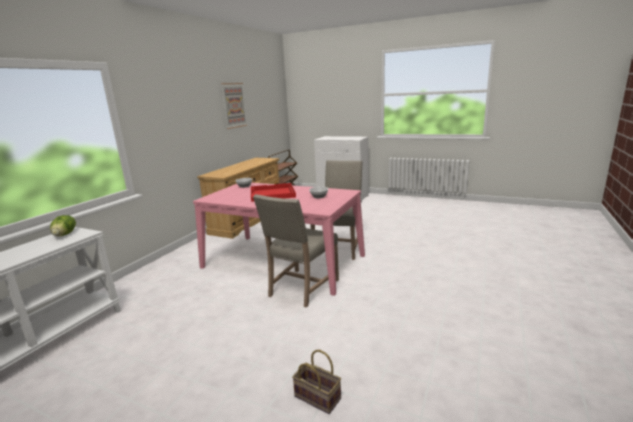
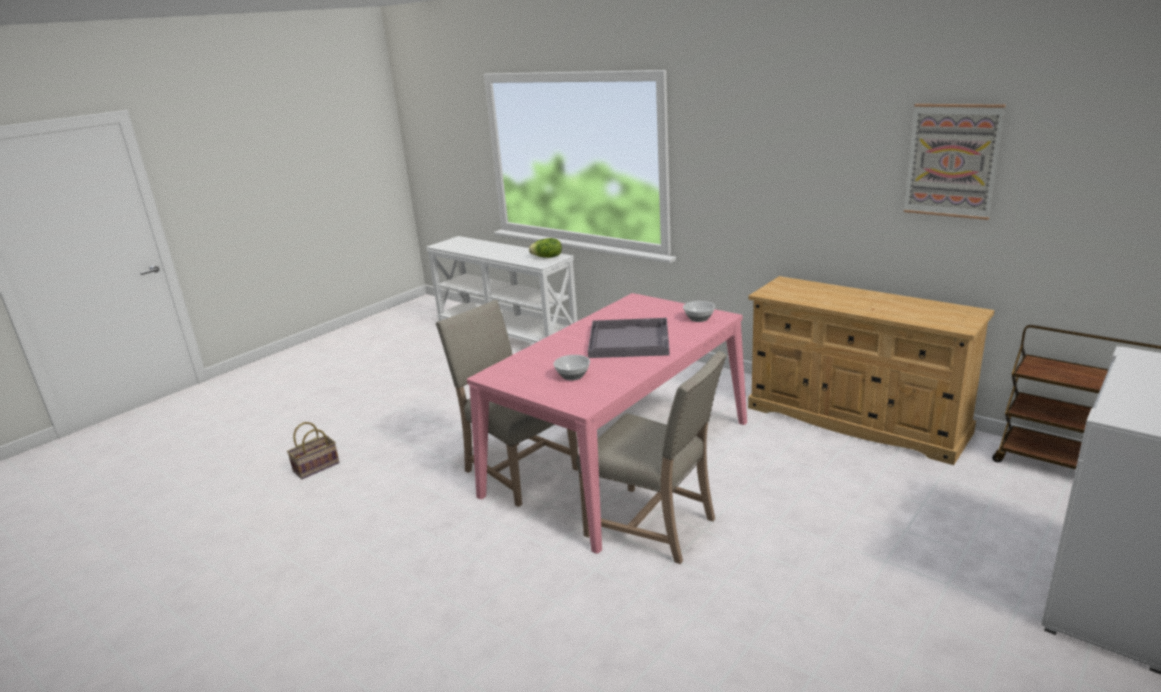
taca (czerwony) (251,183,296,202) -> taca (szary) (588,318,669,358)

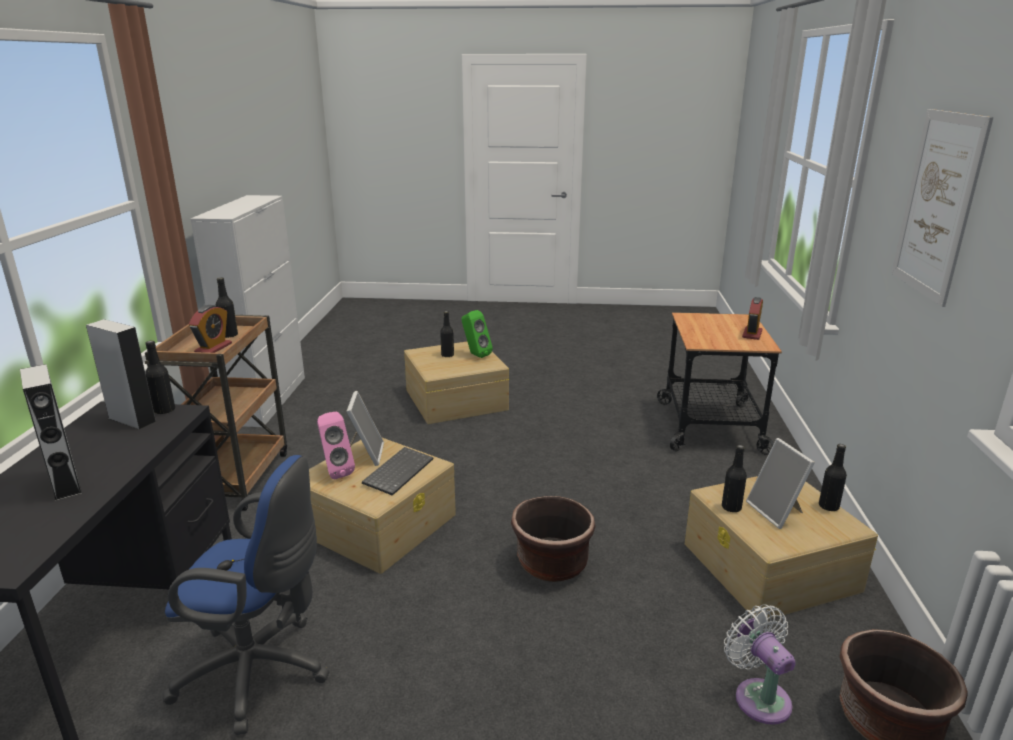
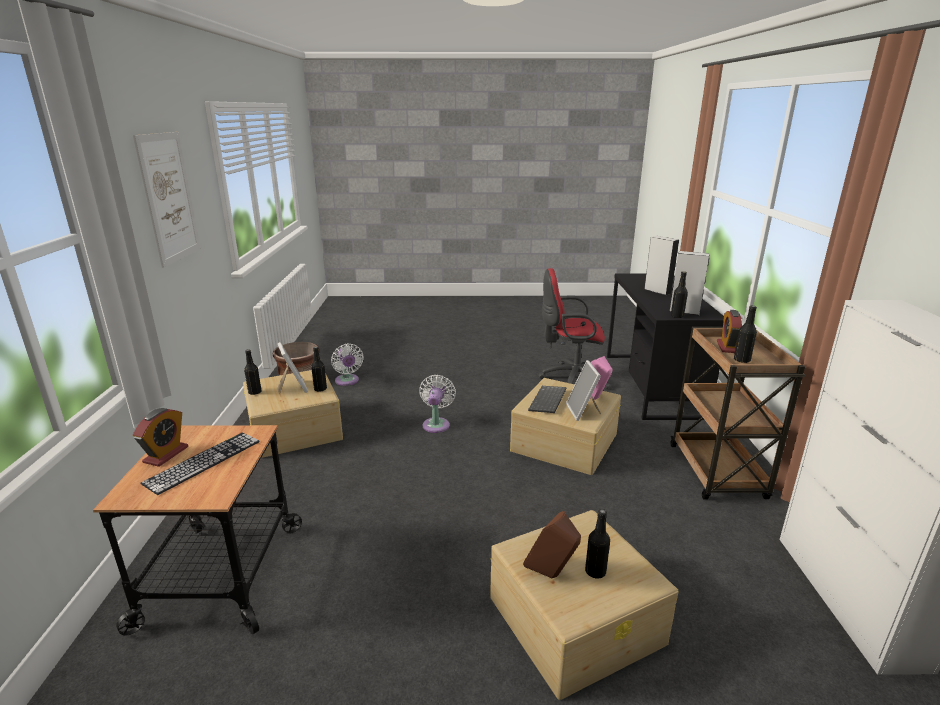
głośnik (zielony) (461,310,493,358) -> głośnik (brązowy) (523,511,581,578)
krzesło biurowe (niebieski) (163,455,330,735) -> krzesło biurowe (czerwony) (539,268,610,389)
donica (brązowy) (511,496,595,582) -> wentylator (biały) (419,375,456,433)
none -> klawiatura (140,433,260,495)

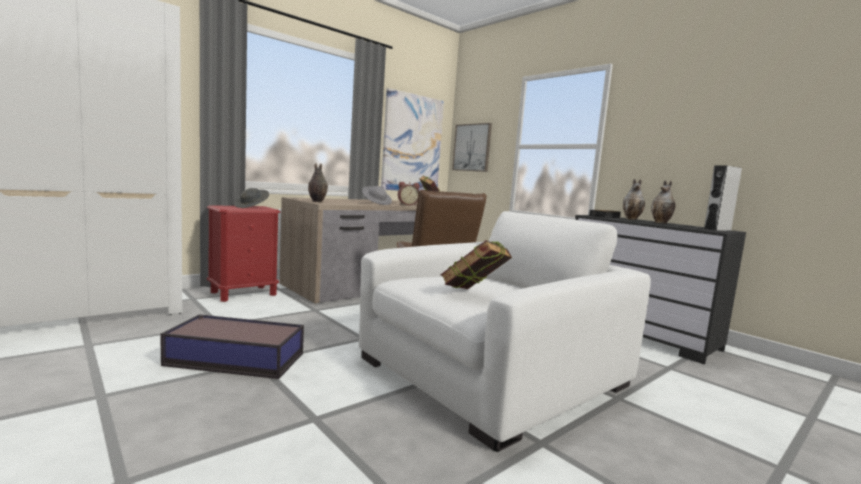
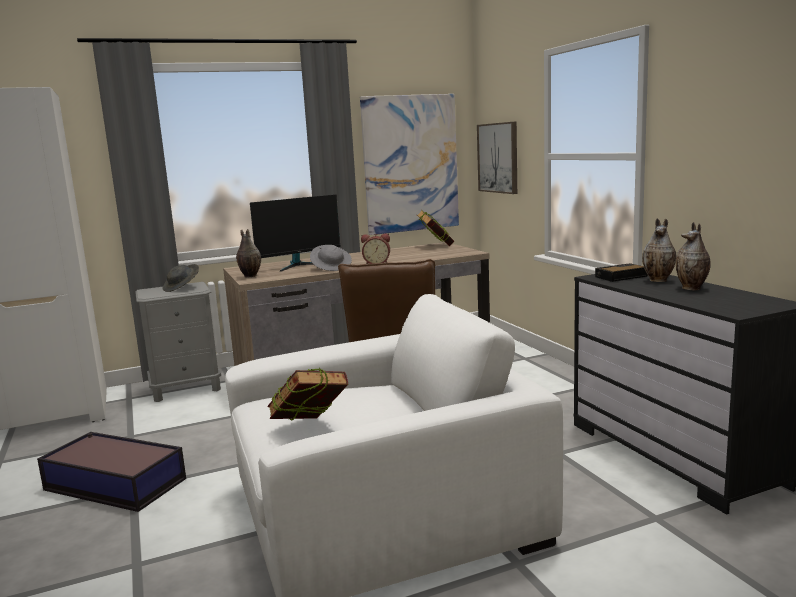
głośnik (szary) (704,165,742,231) -> none
szafka nocna (czerwony) (207,205,280,302) -> szafka nocna (szary) (135,282,221,402)
none -> monitor (250,194,341,272)

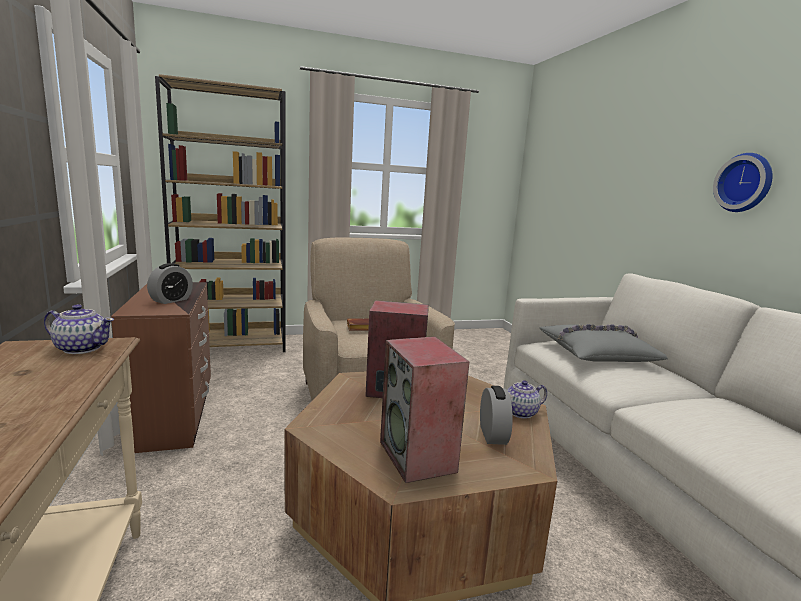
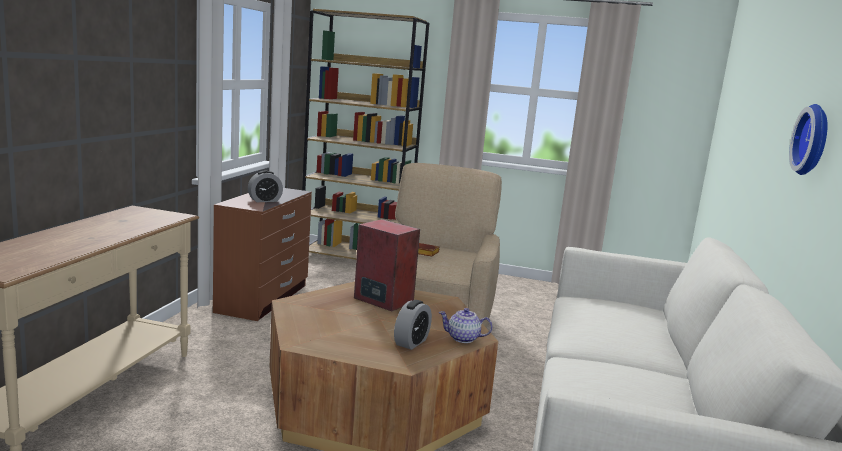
imbryk (44,304,114,354) -> none
poduszka (szary) (539,324,668,362) -> none
głośnik (380,336,469,483) -> none

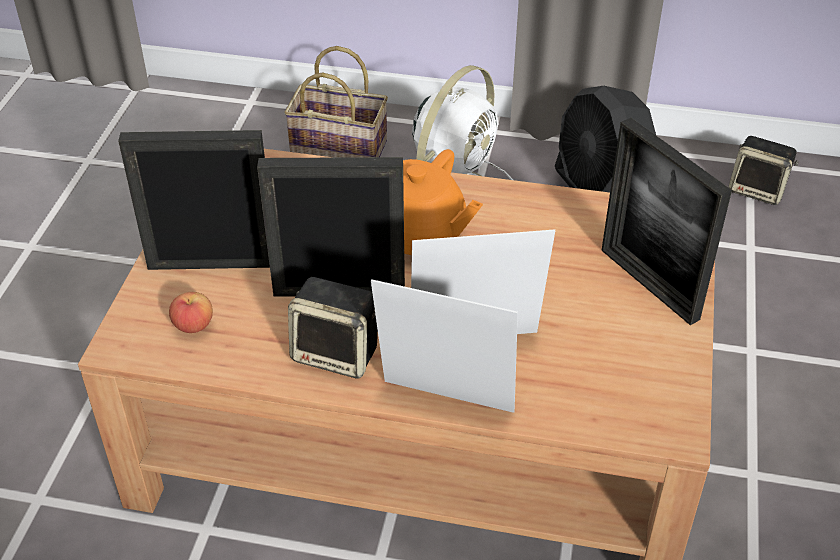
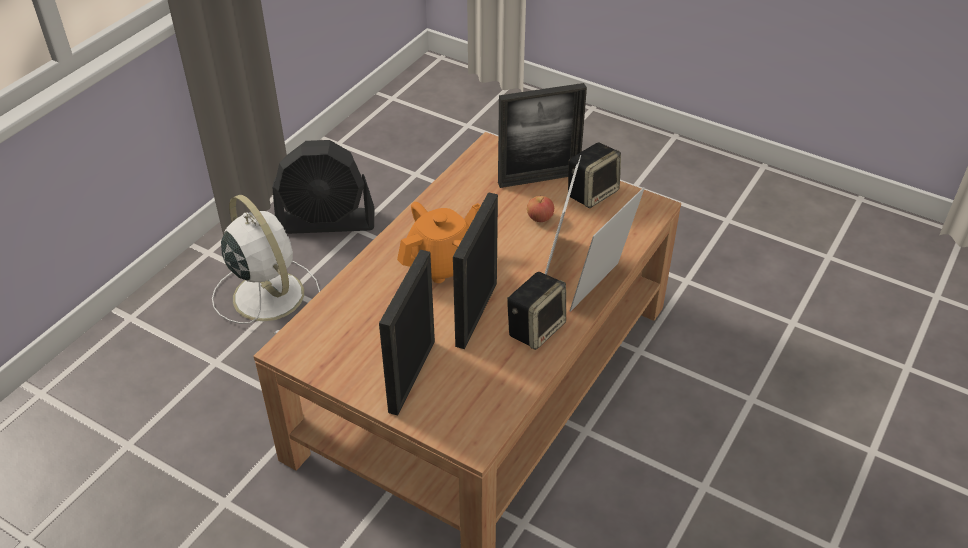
koszyk (284,46,388,158) -> none
głośnik (729,136,799,205) -> głośnik (568,142,621,208), moved
jabłko (169,292,213,333) -> jabłko (527,196,554,222), moved

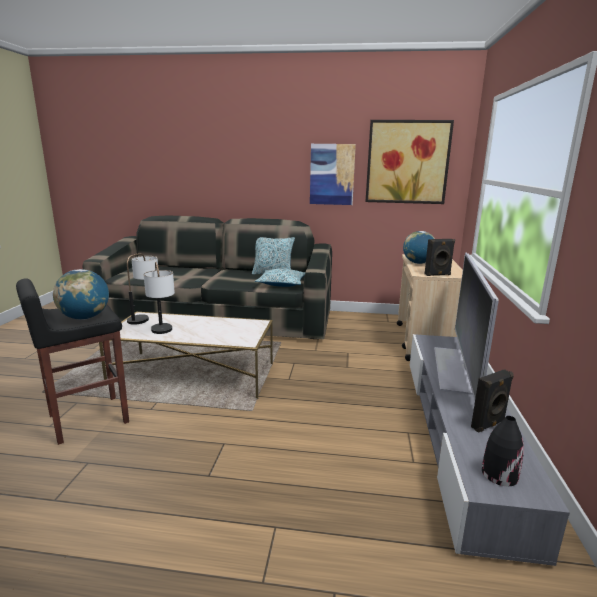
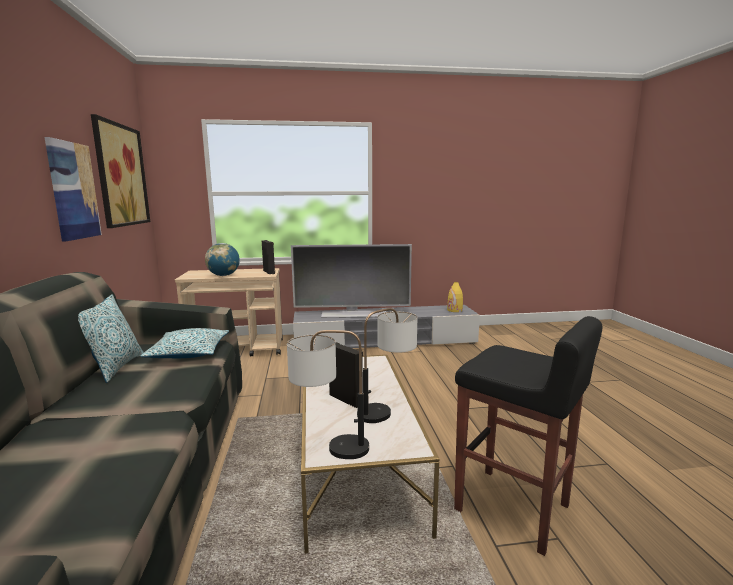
globus (53,269,109,320) -> none
głośnik (czarny) (471,369,514,433) -> głośnik (czarny) (329,342,363,408), moved
wazon (czarny) (482,416,524,486) -> wazon (żółty) (447,282,463,312)

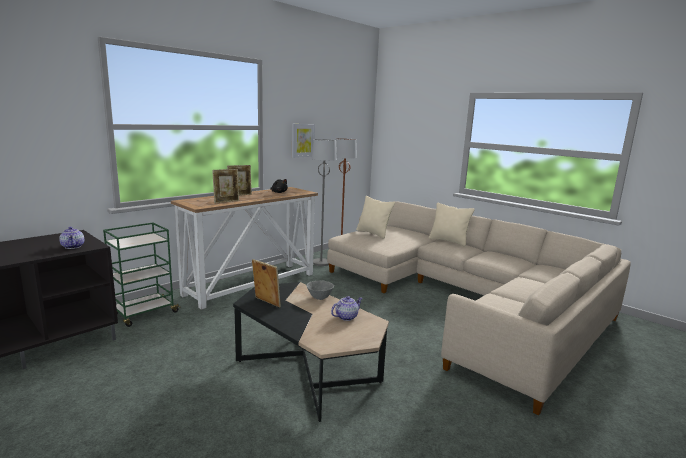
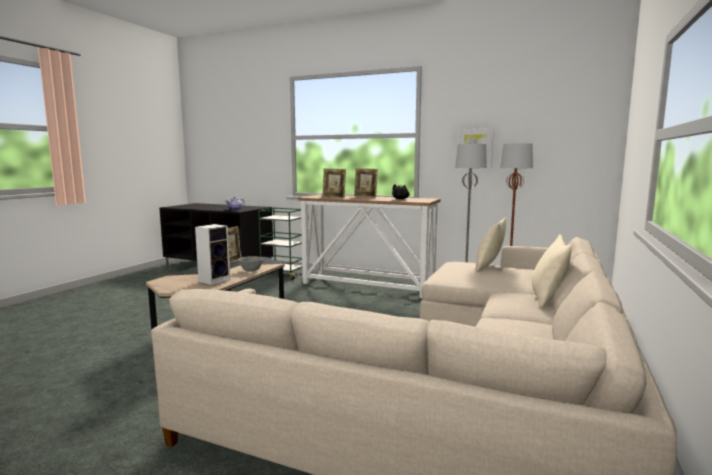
imbryk (331,296,363,321) -> głośnik (195,224,230,285)

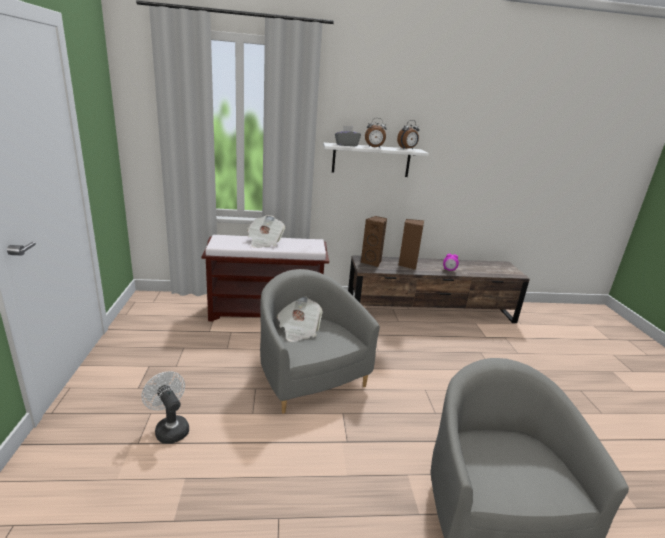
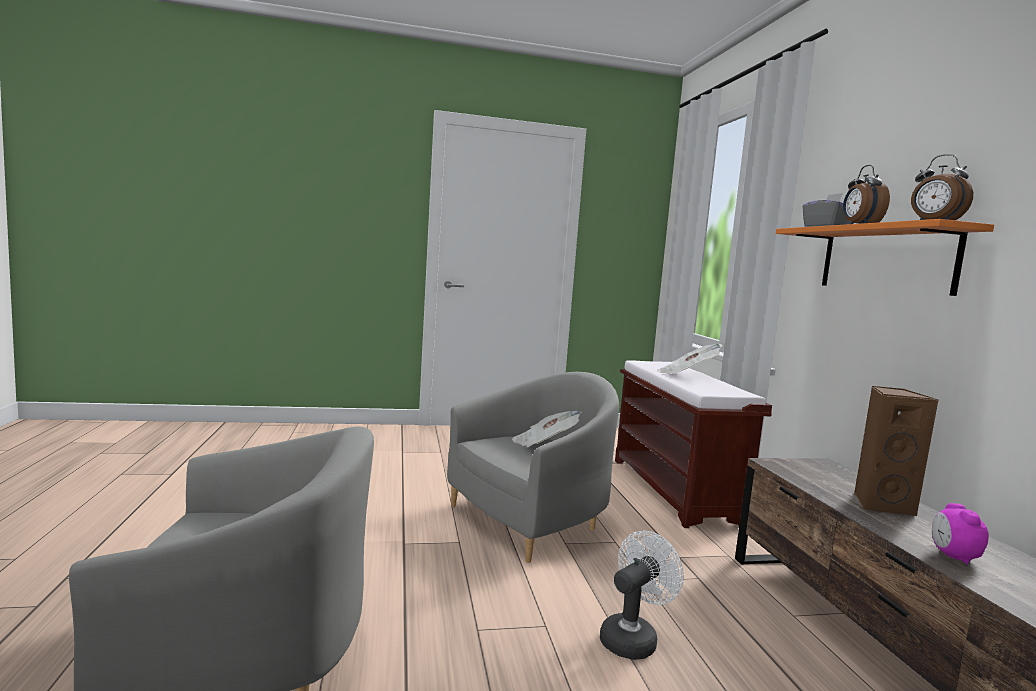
półka (biały) (323,142,429,177) -> półka (pomarańczowy) (776,219,994,296)
głośnik (brązowy) (361,216,387,267) -> none
wentylator (biały) (142,371,189,444) -> wentylator (biały) (600,531,684,660), moved

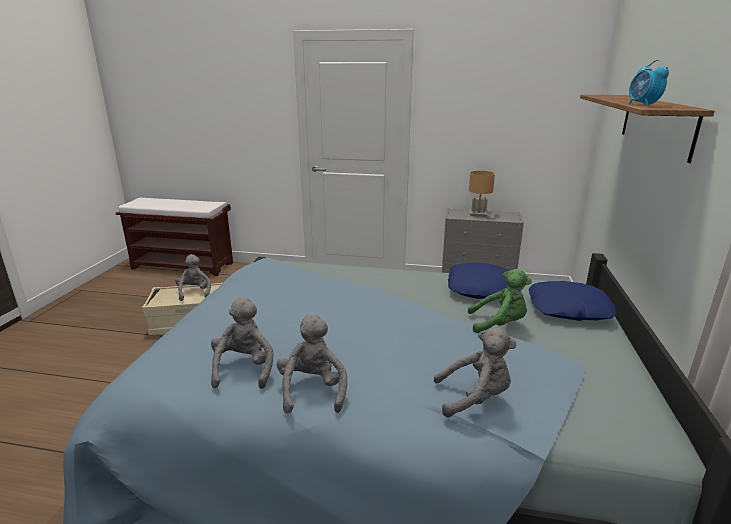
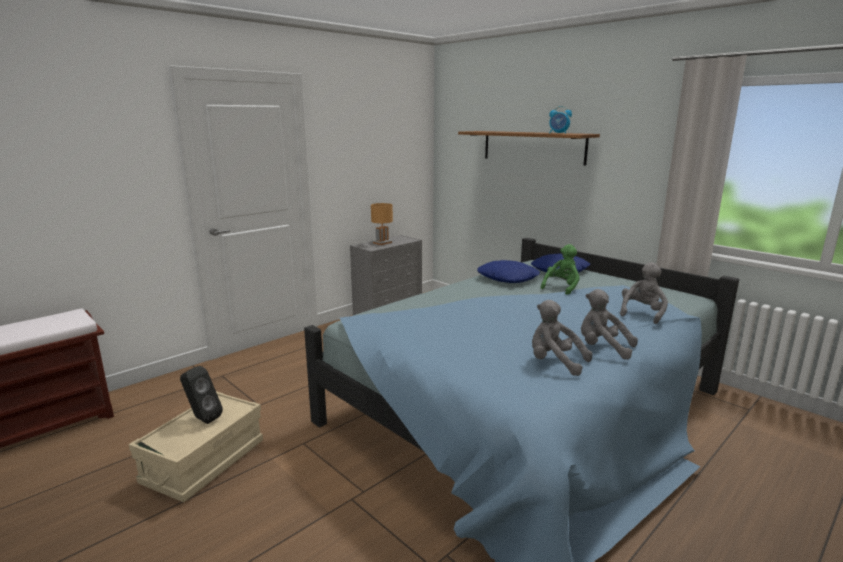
pluszak (szary) (175,254,211,301) -> głośnik (czarny) (180,366,223,424)

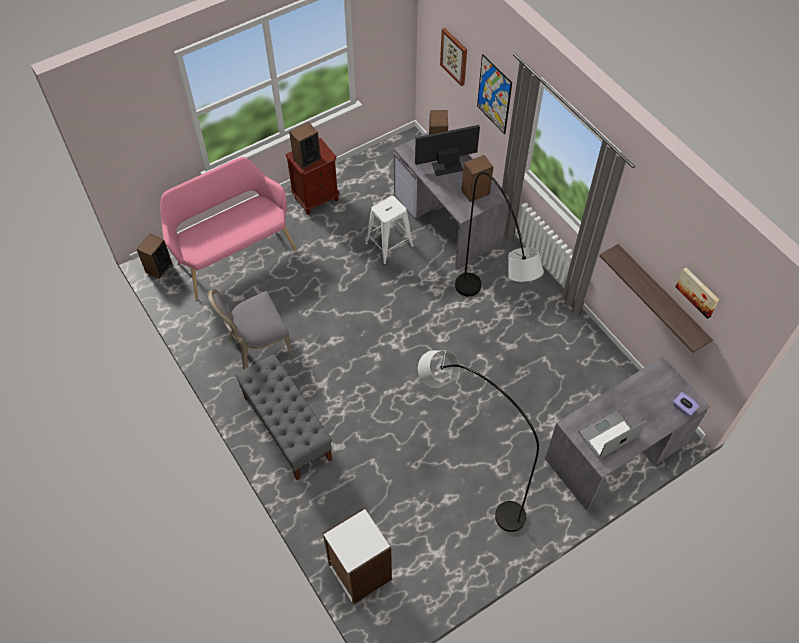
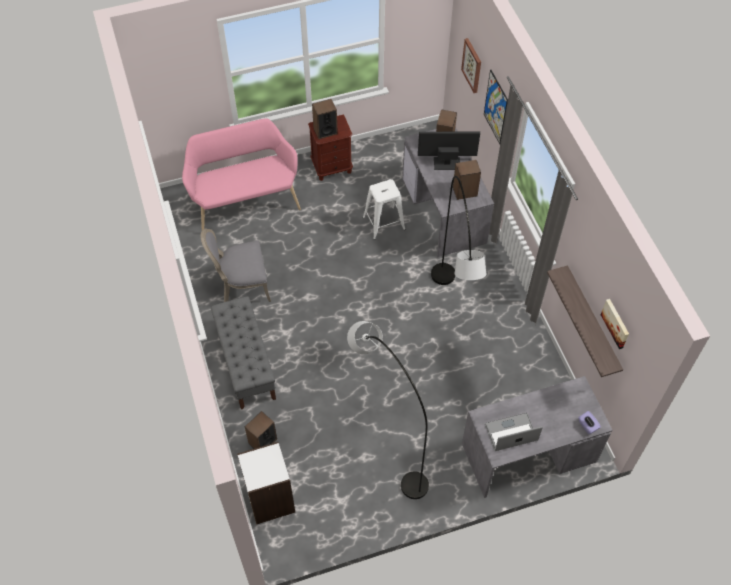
głośnik (137,234,172,279) -> głośnik (245,411,277,449), moved

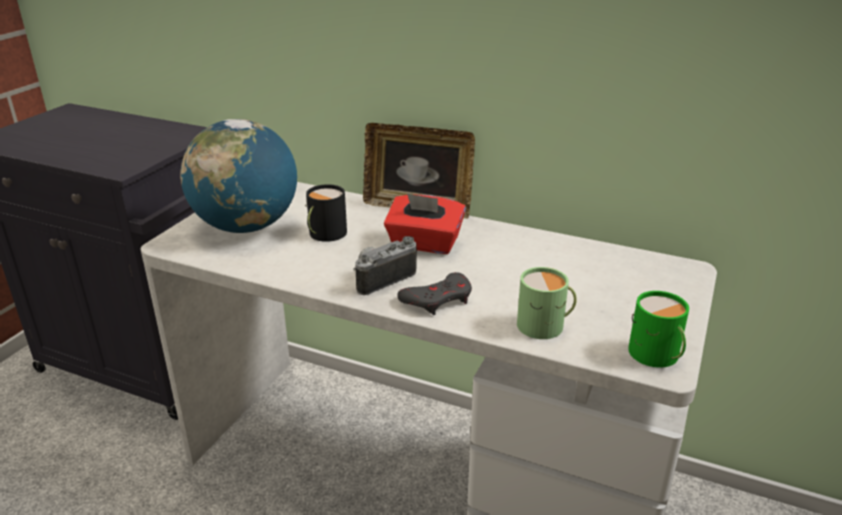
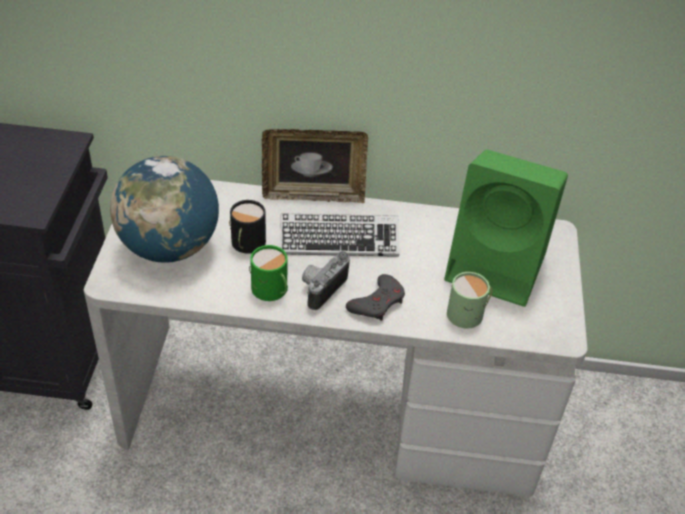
pudełko chusteczek (czerwony) (384,193,466,254) -> klawiatura (280,213,400,257)
kubek (zielony) (628,291,689,368) -> kubek (zielony) (249,245,288,301), moved
none -> głośnik (zielony) (444,149,568,307)

